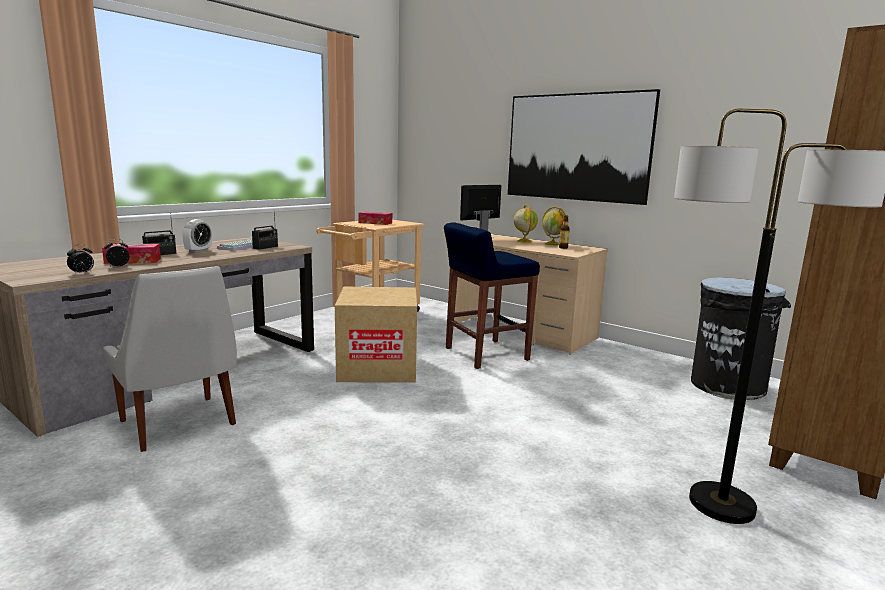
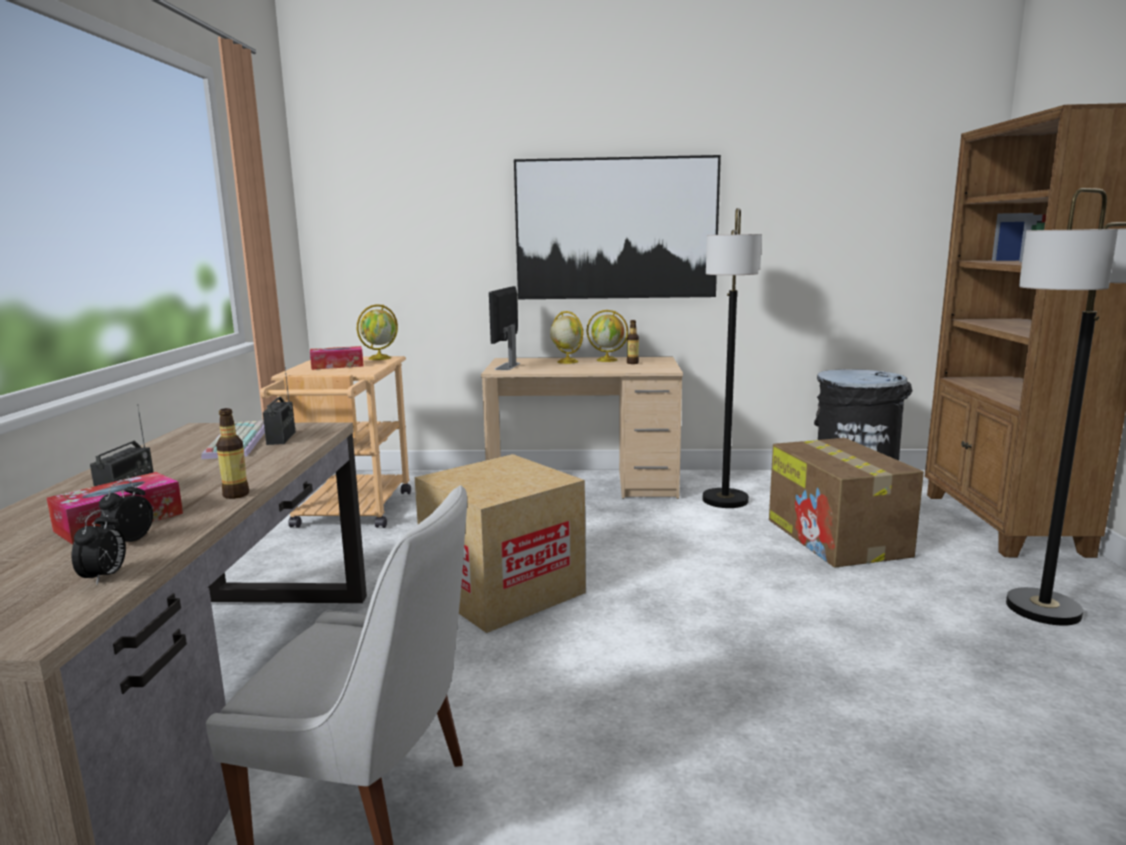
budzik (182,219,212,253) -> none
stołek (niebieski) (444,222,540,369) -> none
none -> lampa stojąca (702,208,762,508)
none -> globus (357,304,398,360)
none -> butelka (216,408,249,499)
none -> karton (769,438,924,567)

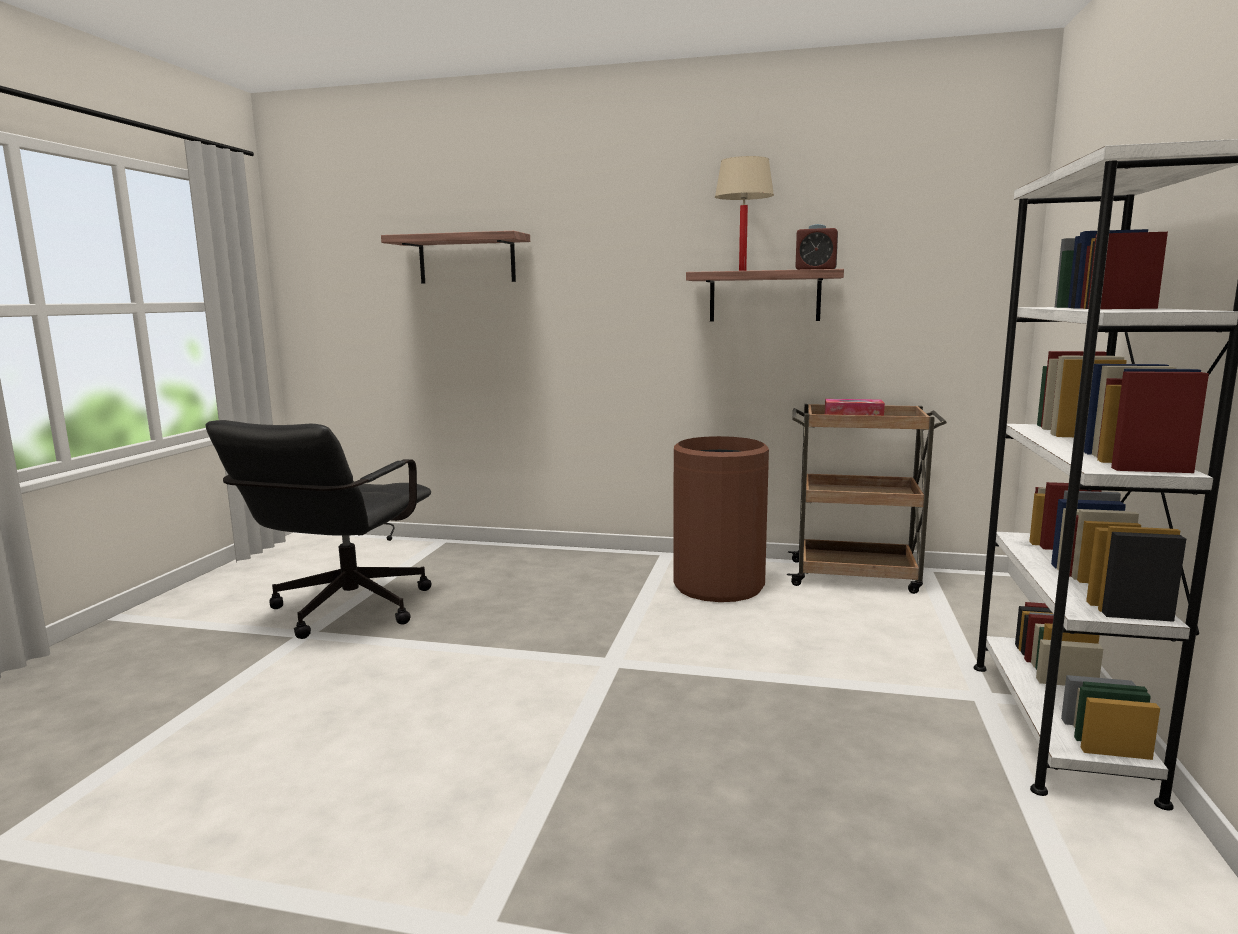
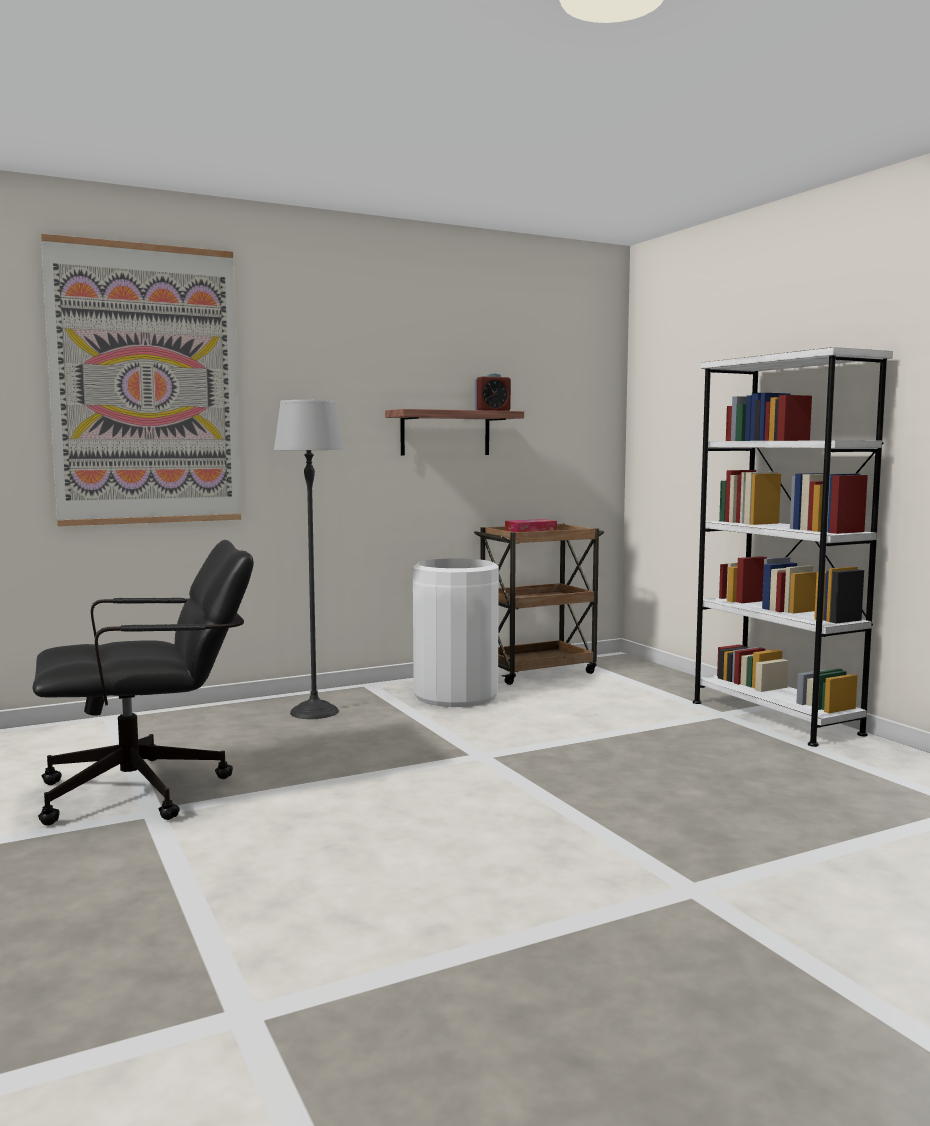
lampa stołowa (beżowy) (715,156,774,271) -> none
półka (381,231,530,283) -> obraz (41,234,241,526)
krzesło biurowe (czarny) (205,420,431,639) -> krzesło biurowe (czarny) (33,540,254,826), 90 degrees counterclockwise
kosz na śmieci (brązowy) (673,436,769,602) -> kosz na śmieci (biały) (413,559,499,707)
none -> lampa stojąca (274,400,344,719)

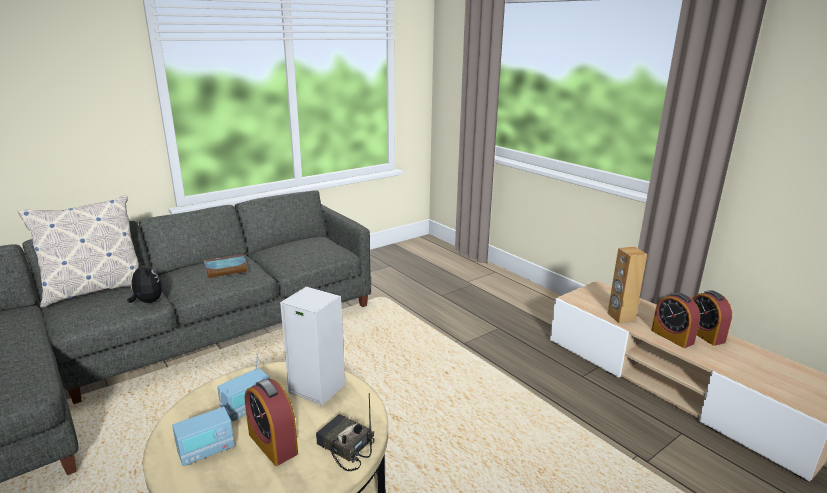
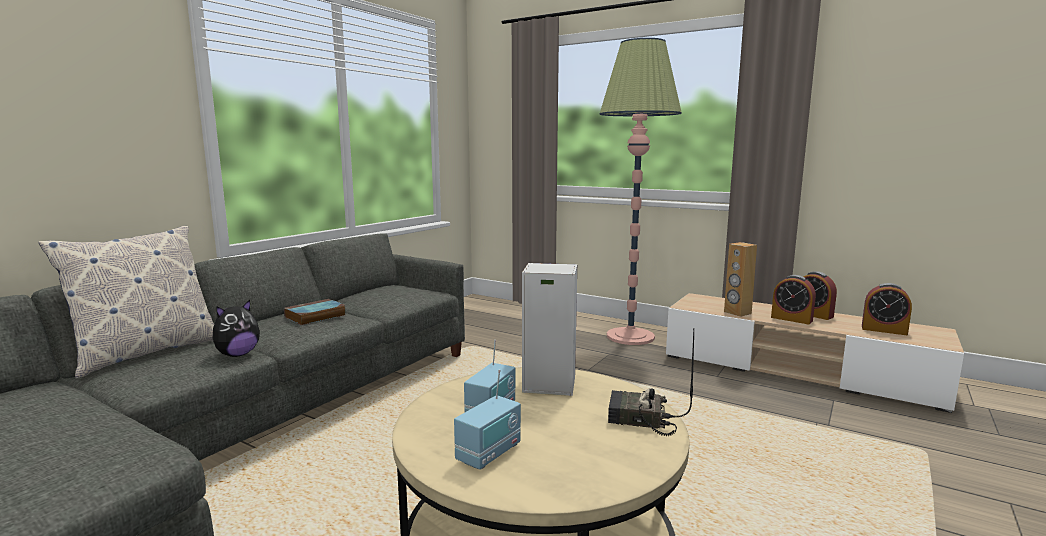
pluszak (127,260,163,303) -> pluszak (213,300,260,357), 105 degrees clockwise
budzik (245,379,298,466) -> budzik (862,283,912,335), moved
none -> lampa stojąca (599,38,682,345)

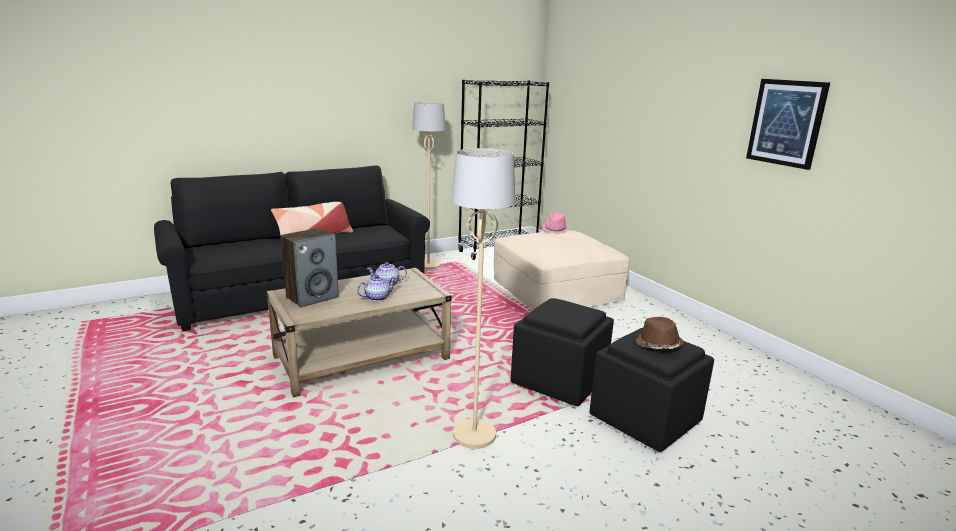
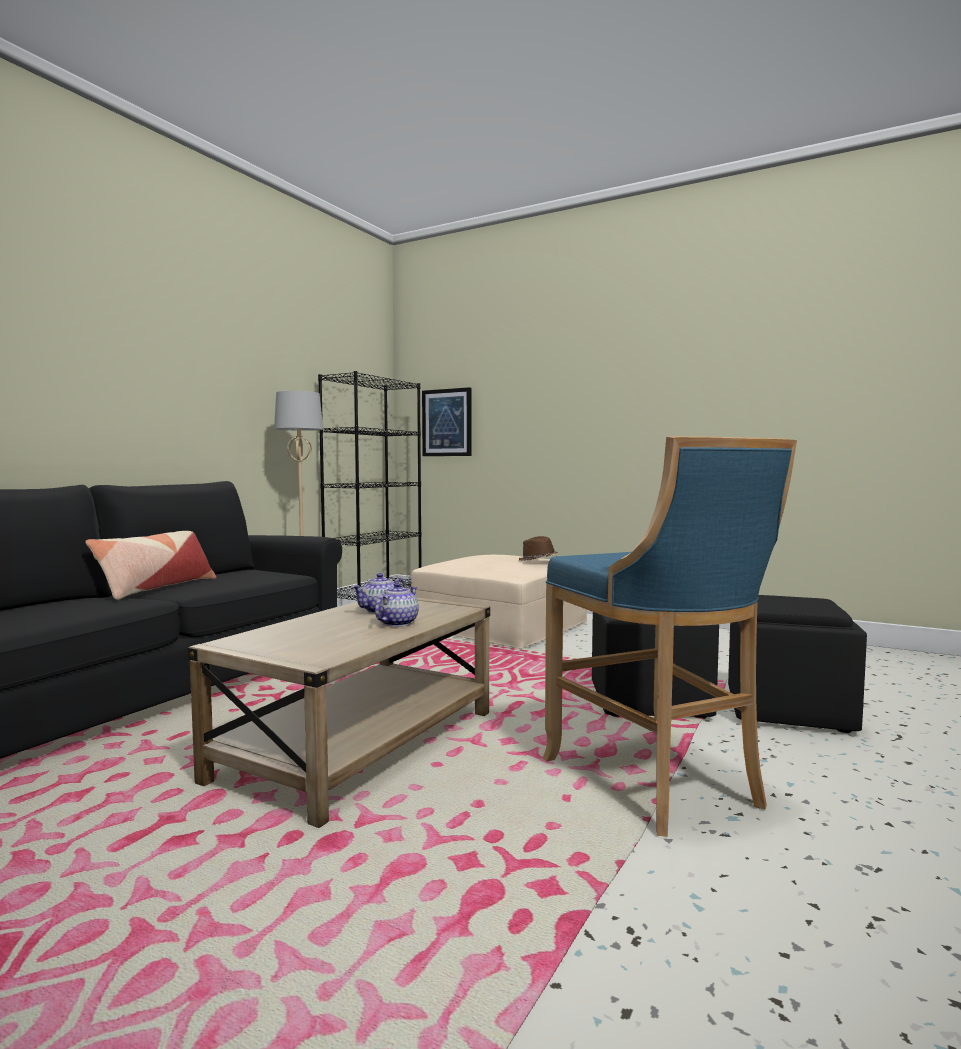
obraz (746,79,830,170) -> obraz (422,387,472,456), moved
lampa stojąca (beżowy) (451,148,515,449) -> stołek (niebieski) (543,436,797,837)
kapelusz (różowy) (542,212,569,234) -> none
głośnik (281,228,339,308) -> none
kapelusz (brązowy) (635,317,683,349) -> kapelusz (brązowy) (519,536,558,561), moved

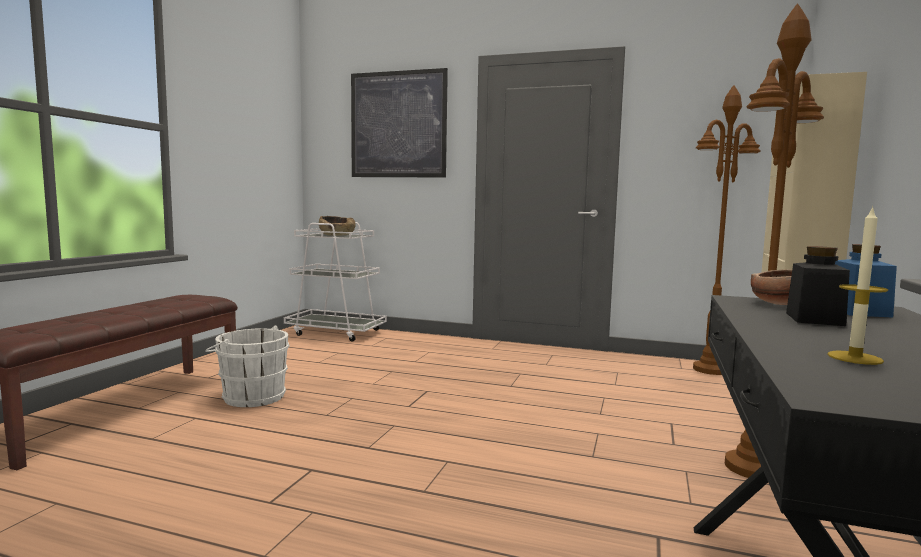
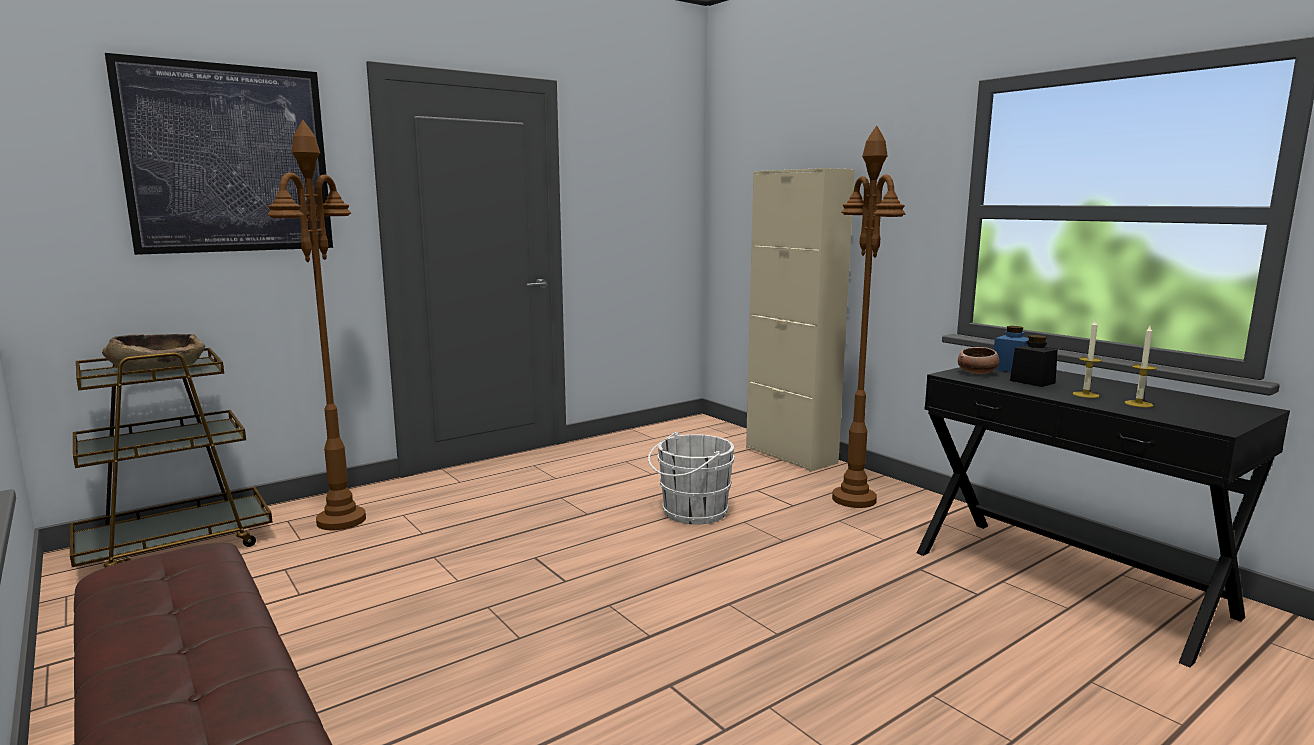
lampa stojąca (brązowy) (693,85,761,375) -> lampa stojąca (brązowy) (267,120,366,530), moved
wózek (biały) (284,222,387,342) -> wózek (brązowy) (70,348,273,567)
wiadro (biały) (205,326,290,407) -> wiadro (biały) (648,432,735,525), moved
none -> świeca (1073,319,1102,398)

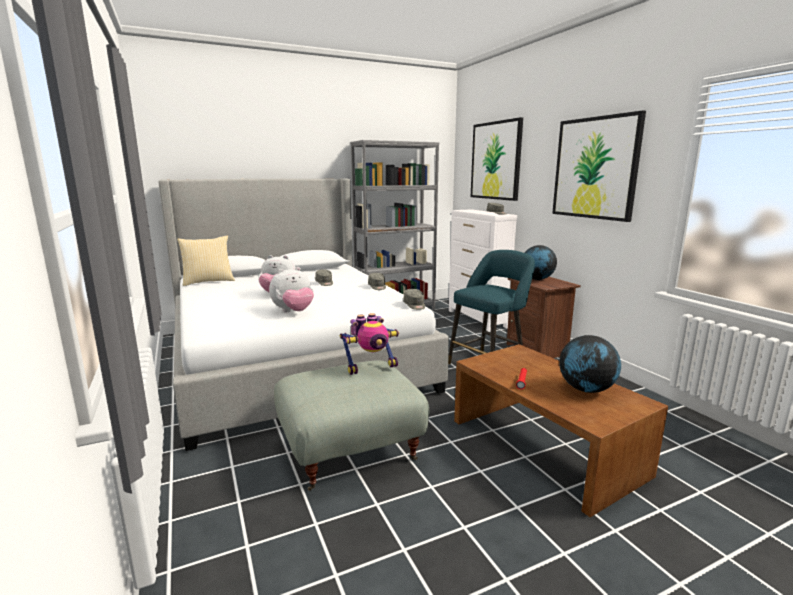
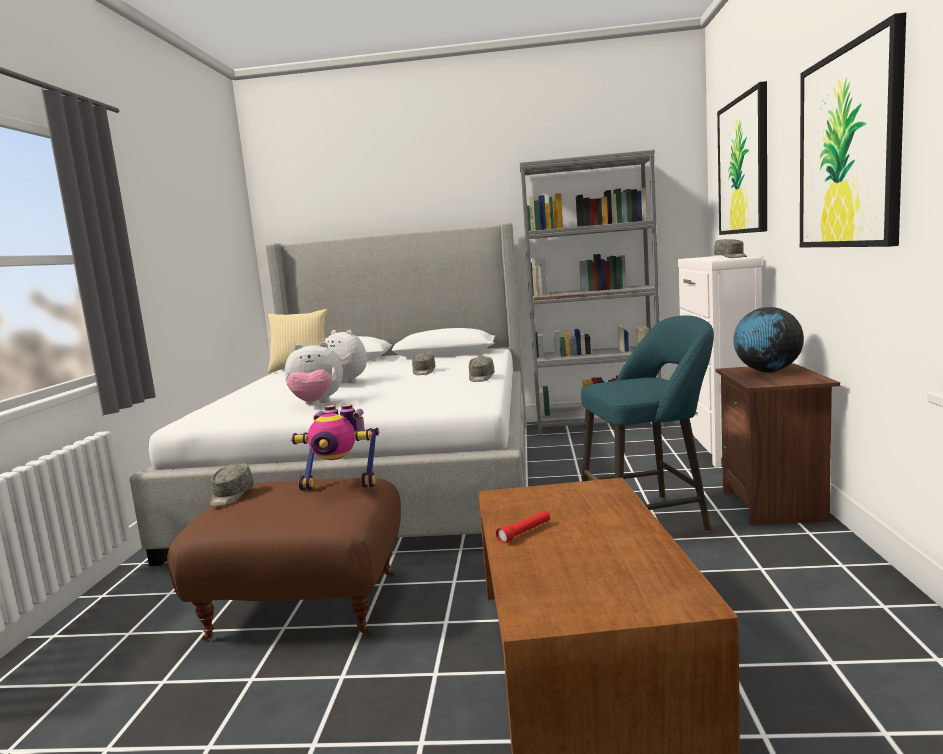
czapka z daszkiem (szary) (403,289,425,310) -> czapka z daszkiem (szary) (210,463,254,506), moved
globus (559,335,621,393) -> none
pufa (szary) (274,360,429,491) -> pufa (brązowy) (167,478,401,641)

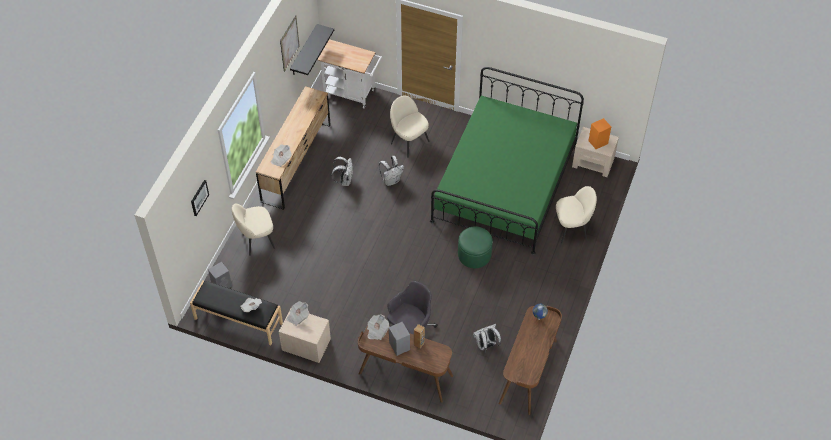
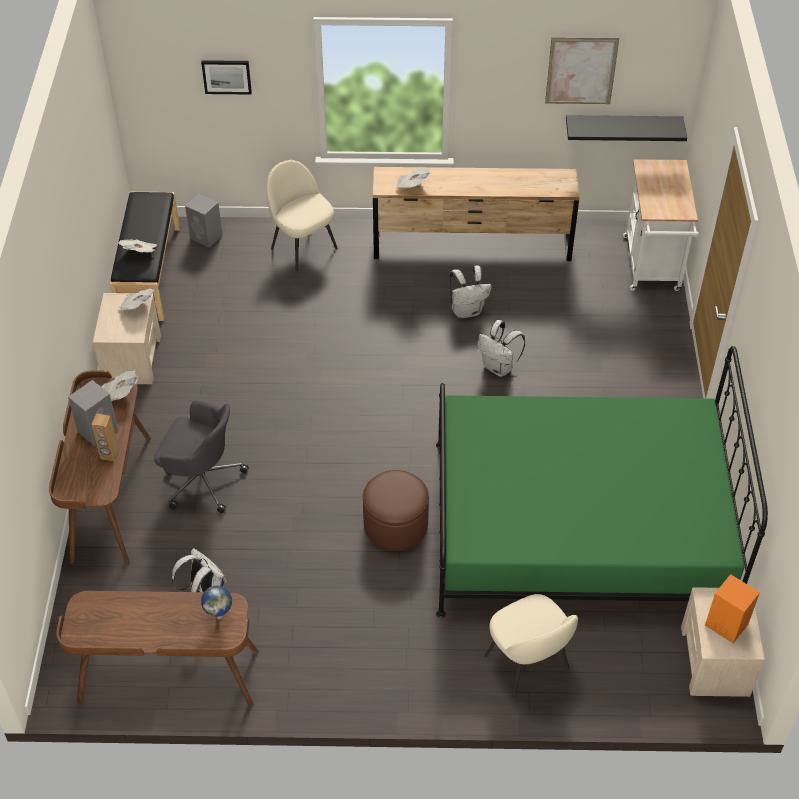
krzesło (beżowy) (390,96,430,158) -> none
pufa (zielony) (458,226,493,268) -> pufa (brązowy) (363,470,429,551)

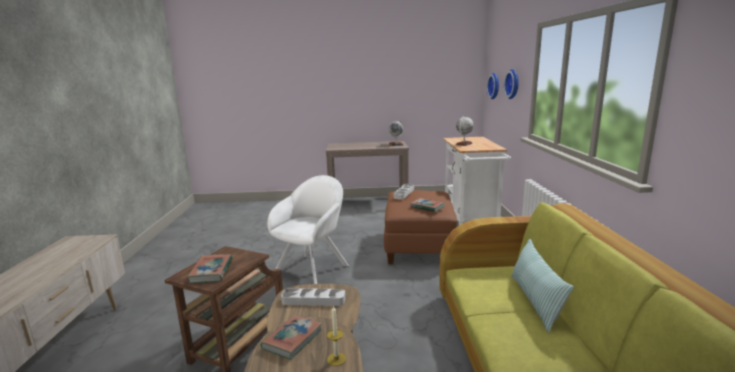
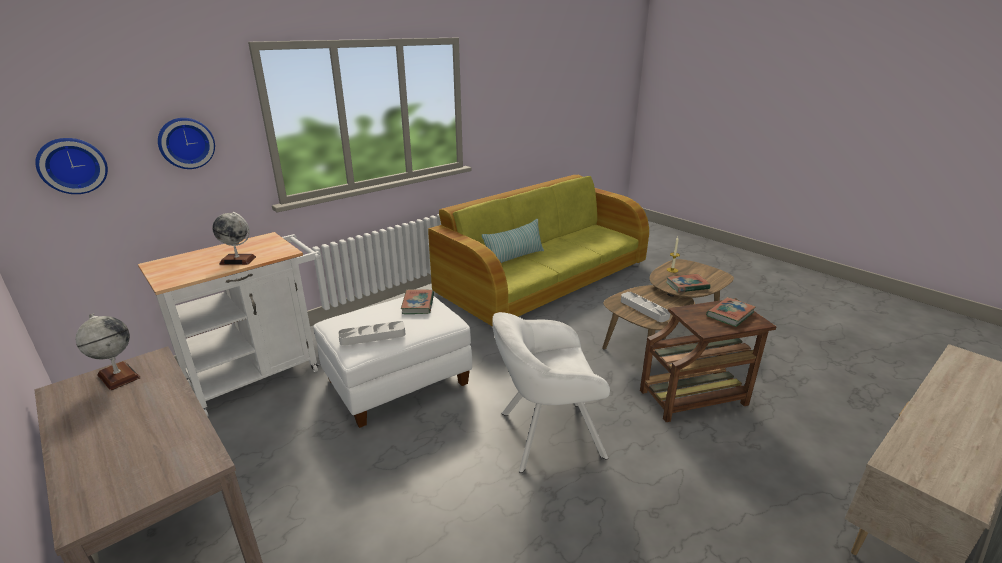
pufa (brązowy) (384,190,457,264) -> pufa (biały) (313,296,472,428)

